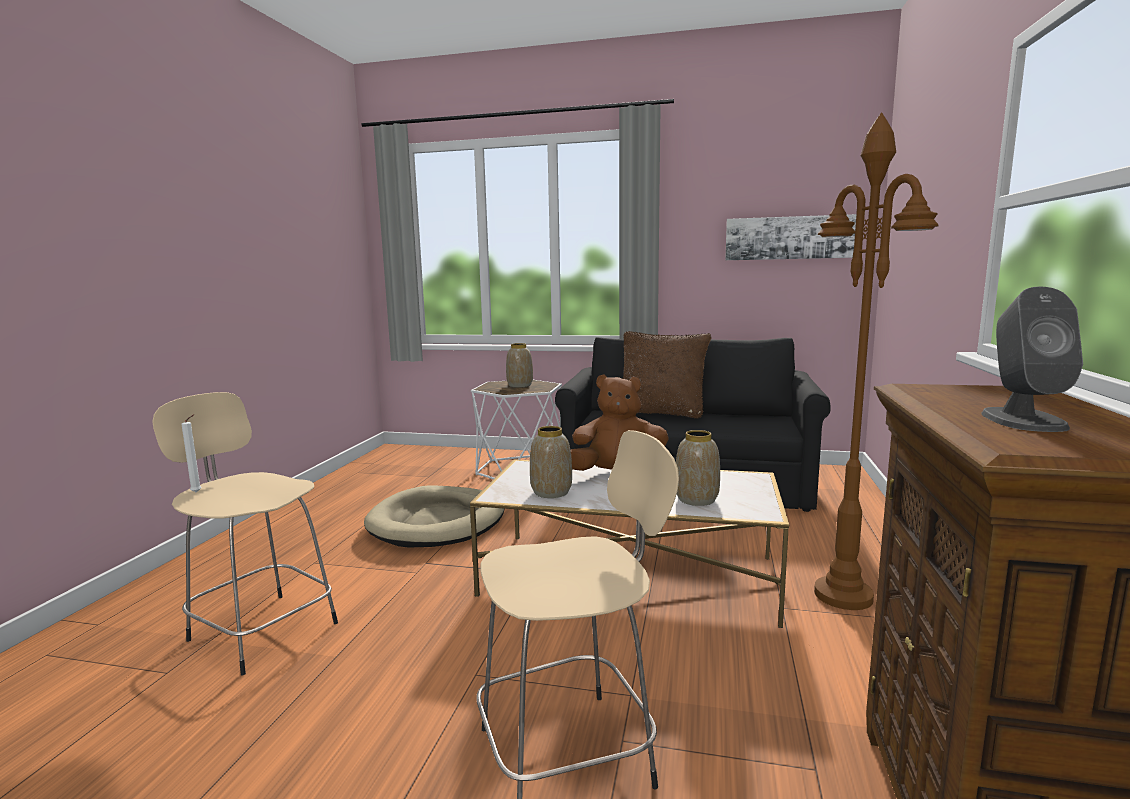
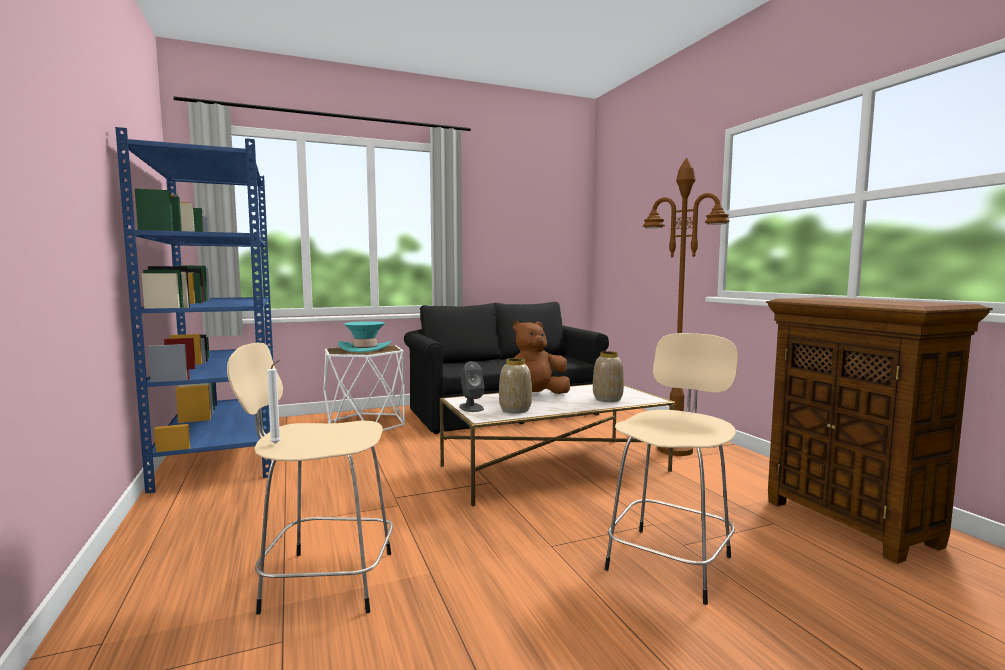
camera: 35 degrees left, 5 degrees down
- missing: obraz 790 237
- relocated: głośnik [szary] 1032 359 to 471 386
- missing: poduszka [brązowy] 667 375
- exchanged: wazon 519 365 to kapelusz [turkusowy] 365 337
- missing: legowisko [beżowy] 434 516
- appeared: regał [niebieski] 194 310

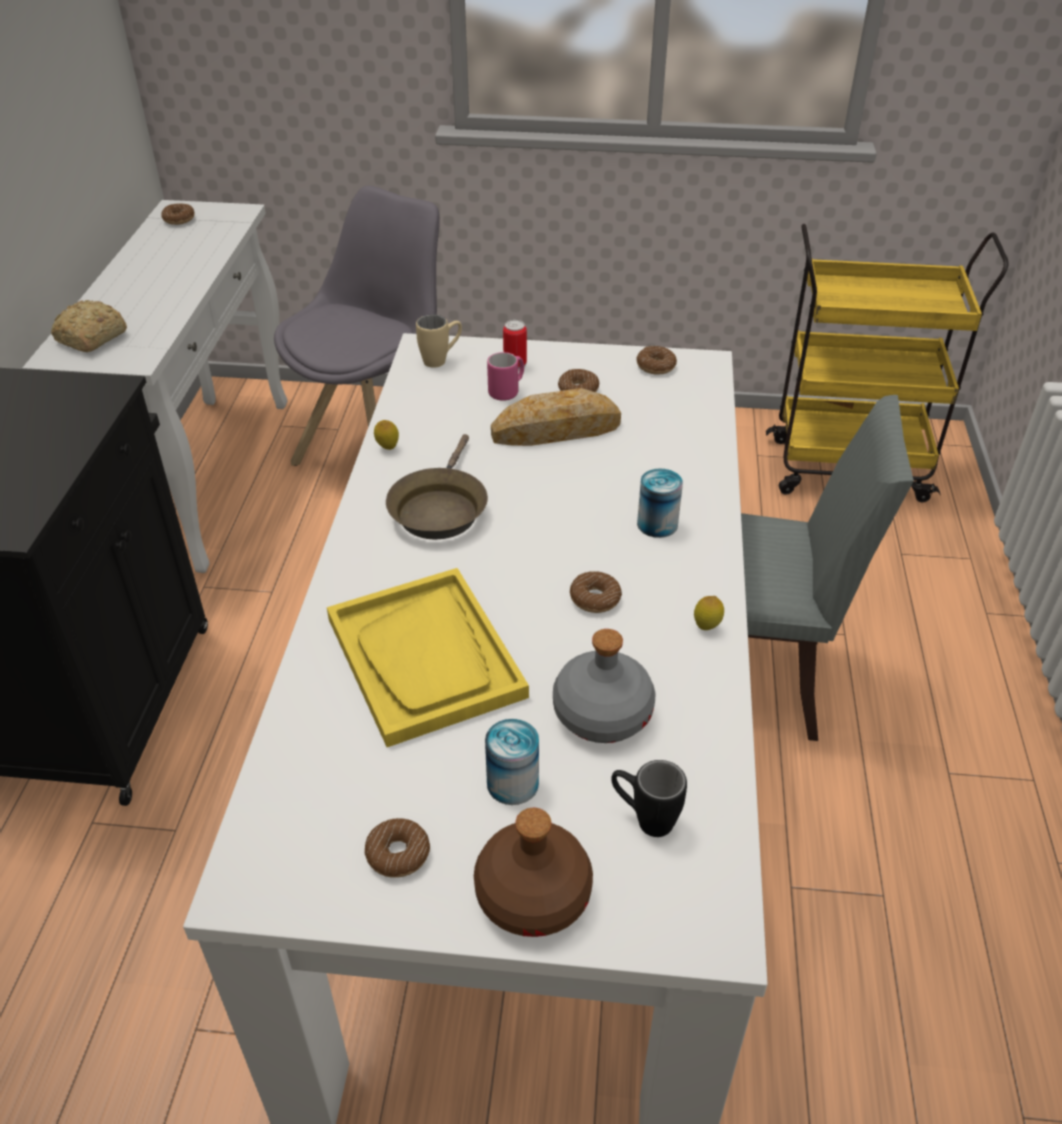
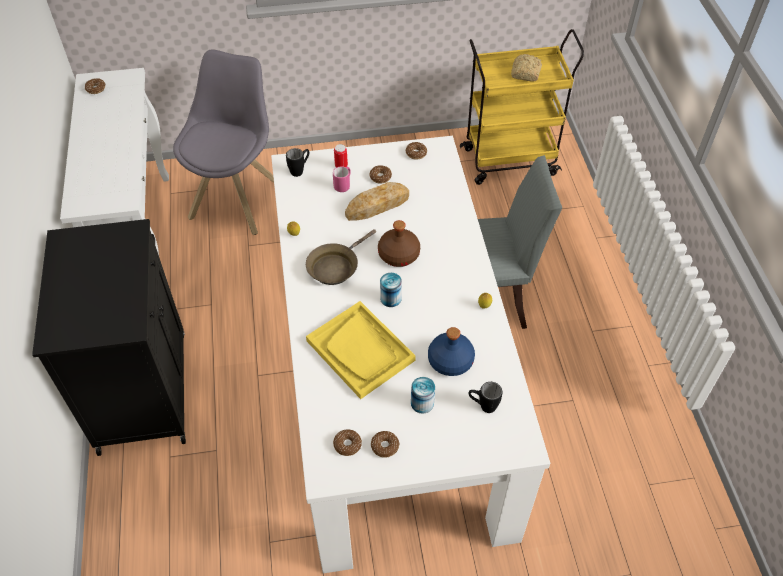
camera: 15 degrees left, 10 degrees up
- relocated: chleb 89 326 to 526 67
- colour: kubek [beżowy] 439 341 to kubek [czarny] 297 162
- spun: patelnia [brązowy] 437 487 = 341 257 45 degrees clockwise
- relocated: puszka 660 503 to 391 290
- relocated: donut 596 592 to 347 442
- colour: butelka [szary] 604 686 to butelka [niebieski] 451 351
- relocated: butelka [brązowy] 533 872 to 399 243

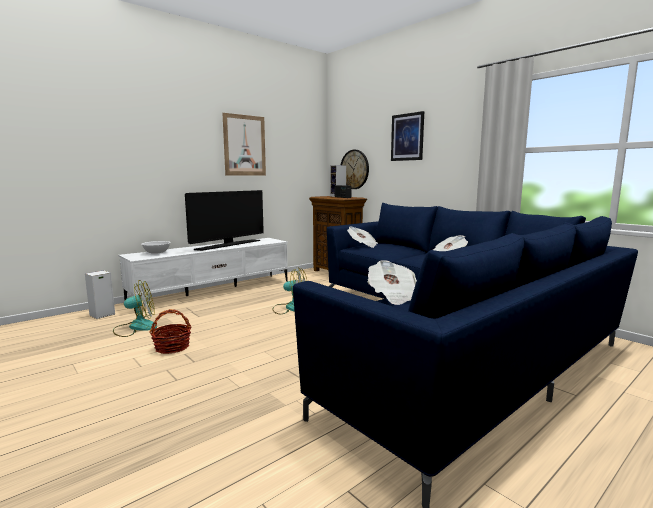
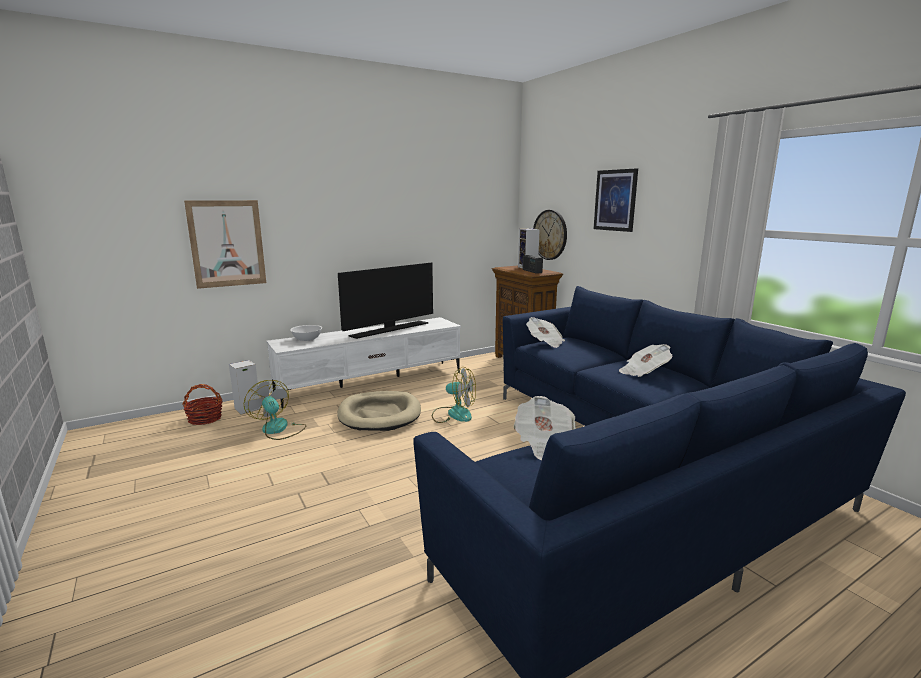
camera: 10 degrees right, 5 degrees up
- relocated: obraz 244 144 to 225 244
- spun: wentylator 135 308 = 275 410 120 degrees counterclockwise
- relocated: koszyk 170 331 to 202 404
- appeared: legowisko [beżowy] 379 411

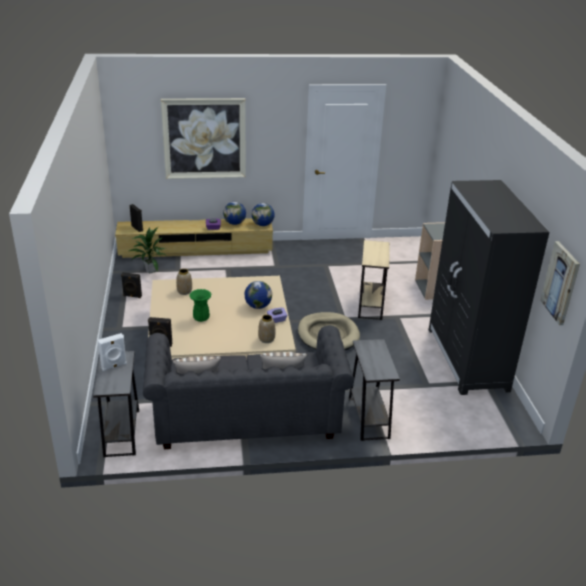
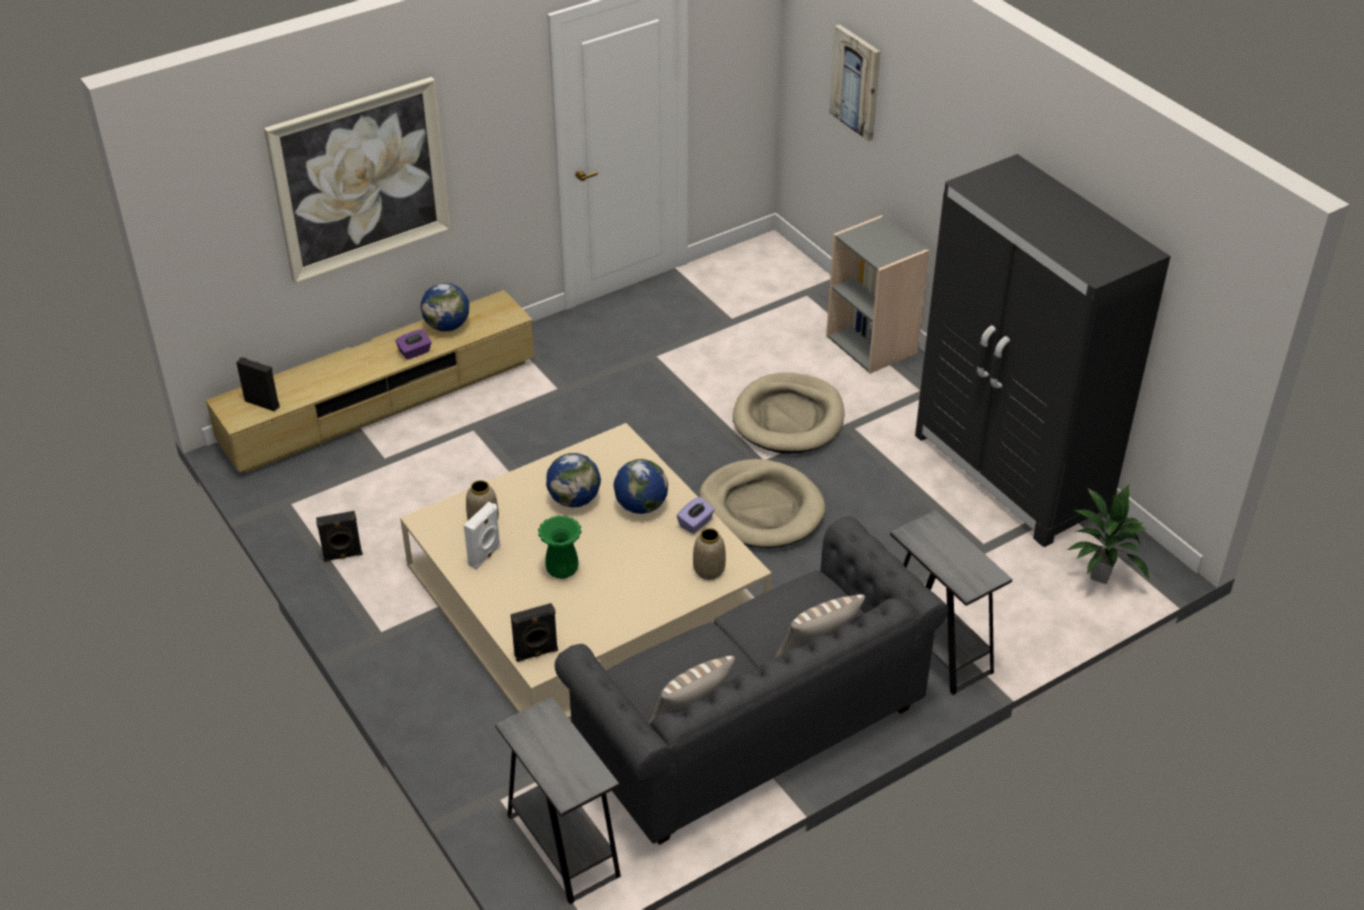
camera: 25 degrees left, 10 degrees up
- relocated: globus 263 214 to 573 480
- relocated: roślina doniczkowa 147 250 to 1108 533
- exchanged: stolik [beżowy] 374 280 to legowisko [beżowy] 789 413
- relocated: obraz 560 283 to 854 82
- relocated: głośnik [biały] 112 352 to 482 536

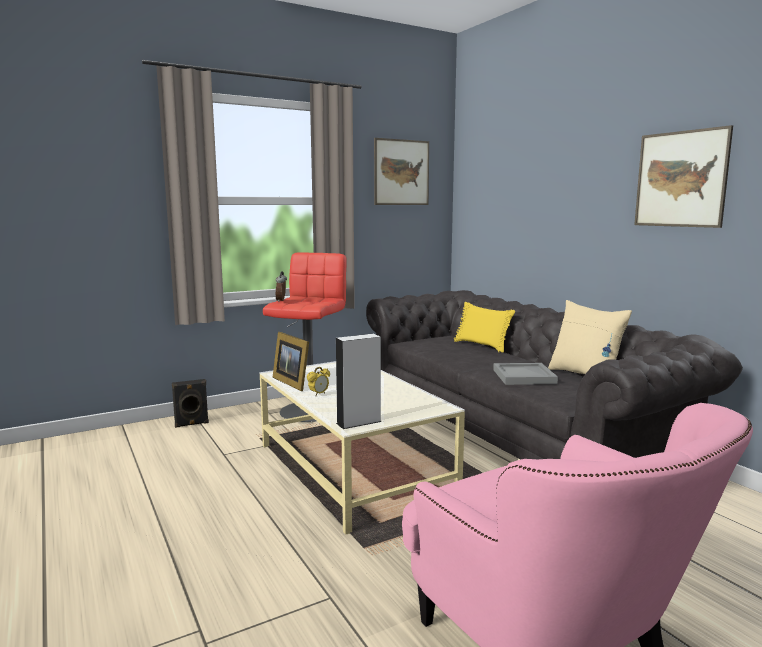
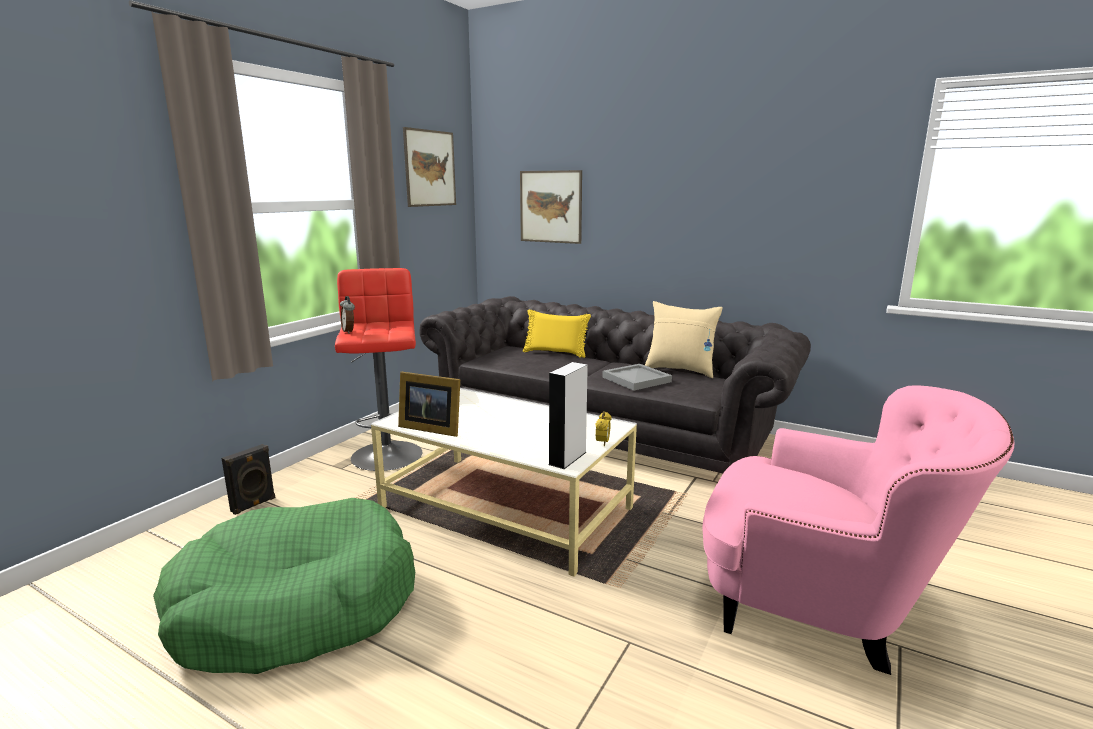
camera: 30 degrees left, 5 degrees up
- relocated: obraz 683 176 to 551 207
- relocated: budzik 318 381 to 603 428
- appeared: legowisko [zielony] 284 586

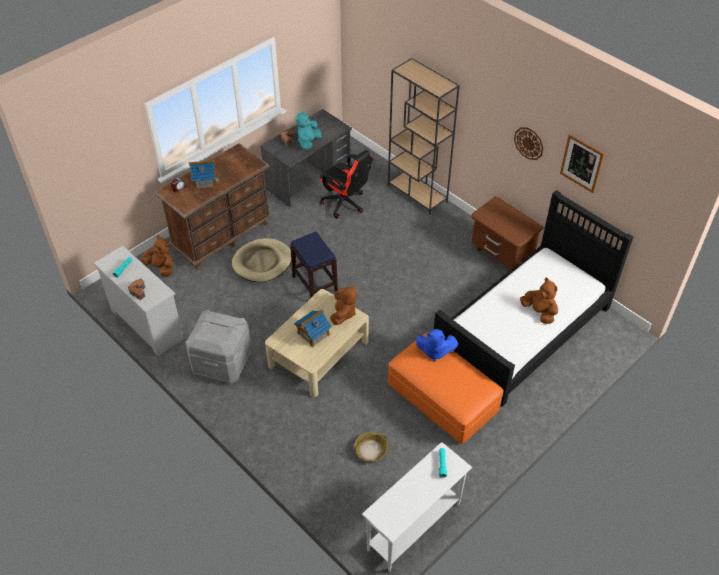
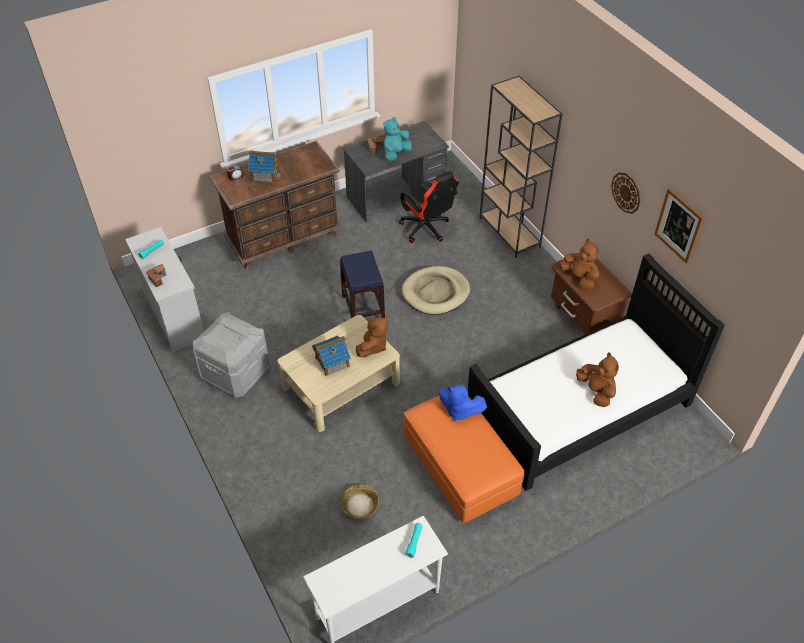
camera: 15 degrees right, 0 degrees up
- relocated: pluszak [brązowy] 157 256 to 579 264
- relocated: legowisko [beżowy] 261 260 to 436 290

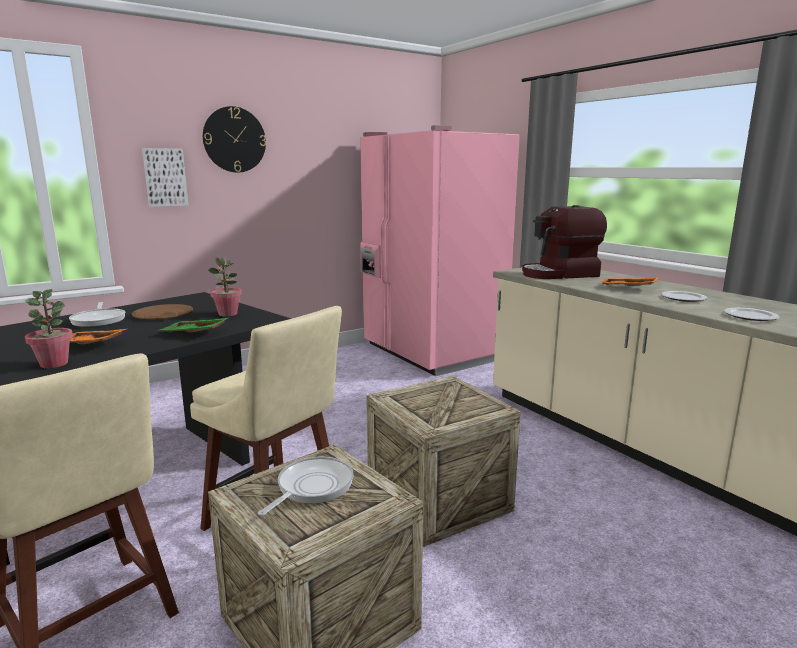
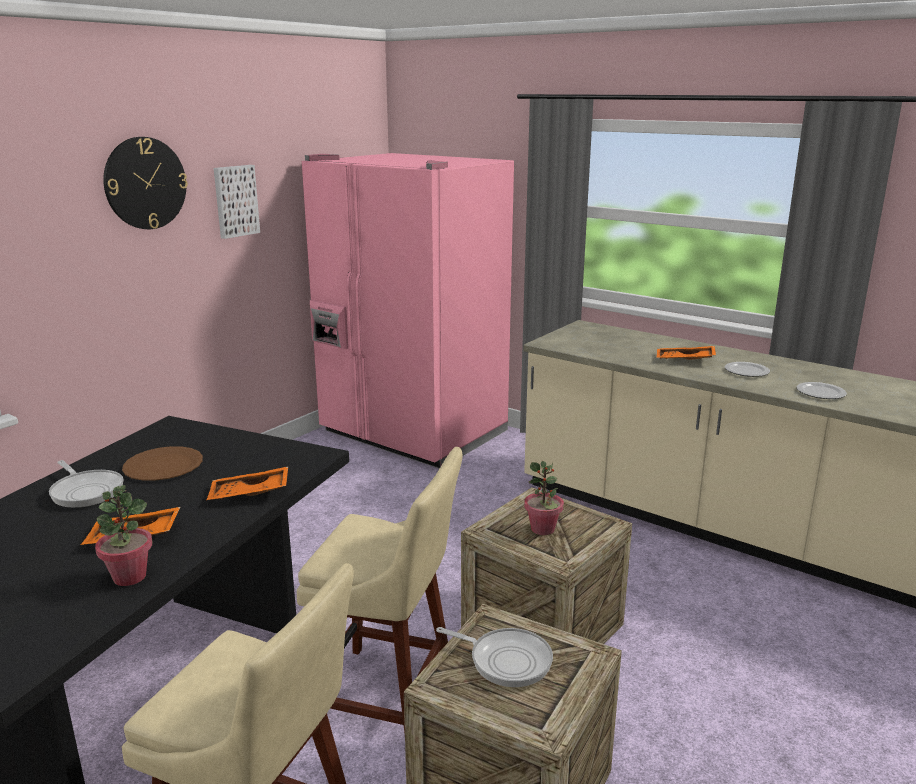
camera: 20 degrees left, 5 degrees up
- relocated: obraz 165 177 to 237 202
- missing: ekspres do kawy 564 242
- relocated: roślina doniczkowa 225 286 to 544 498
- colour: taca [zielony] 194 325 to taca [pomarańczowy] 247 483
- spun: patelnia 306 486 = 494 657 105 degrees clockwise

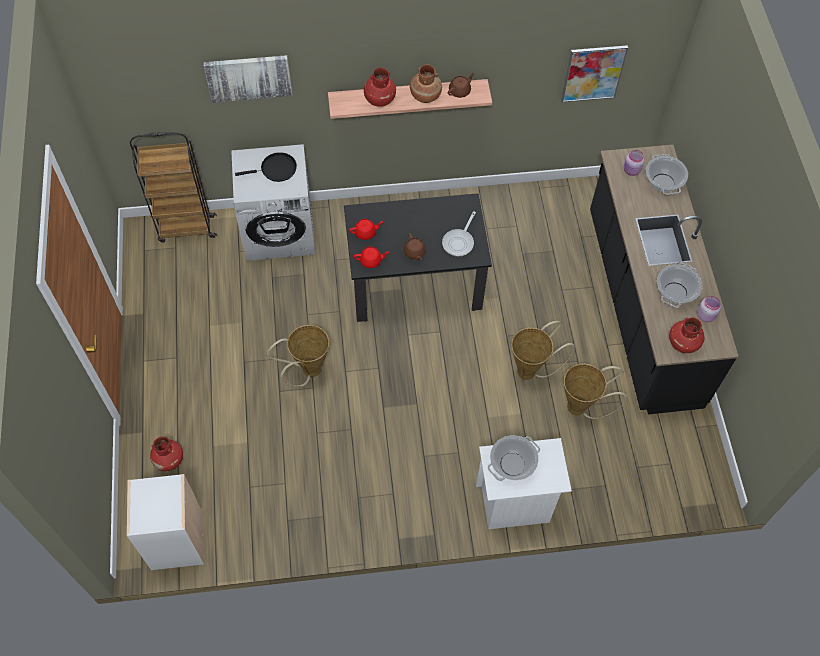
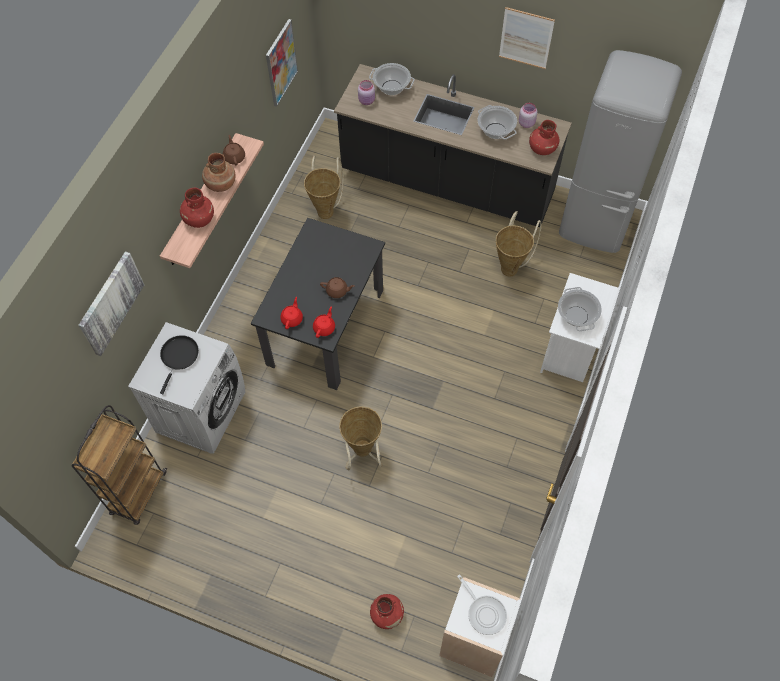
camera: 60 degrees left, 0 degrees up
- relocated: patelnia 459 233 to 482 604
- relocated: koszyk 543 350 to 323 187
- appeared: obraz 527 38
- appeared: lodówka [szary] 620 151

